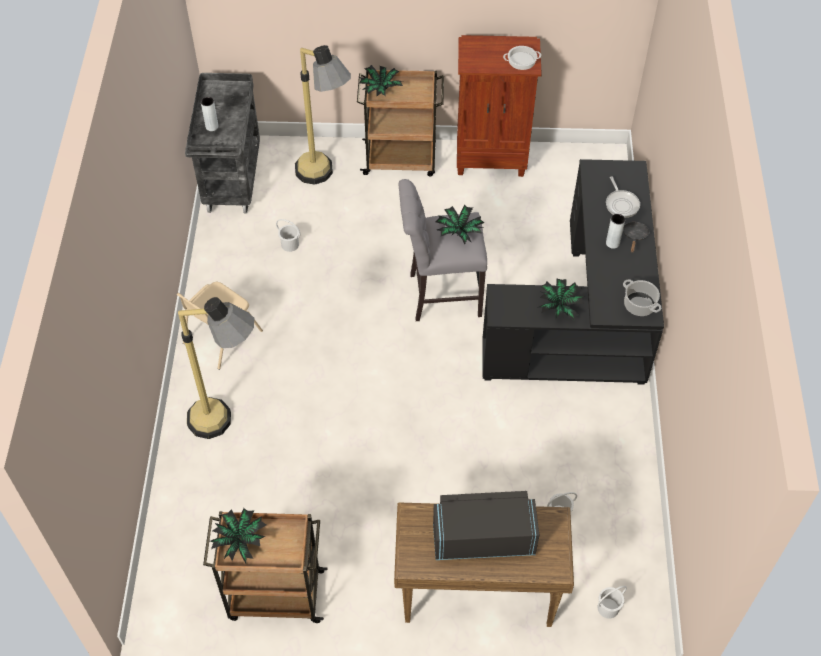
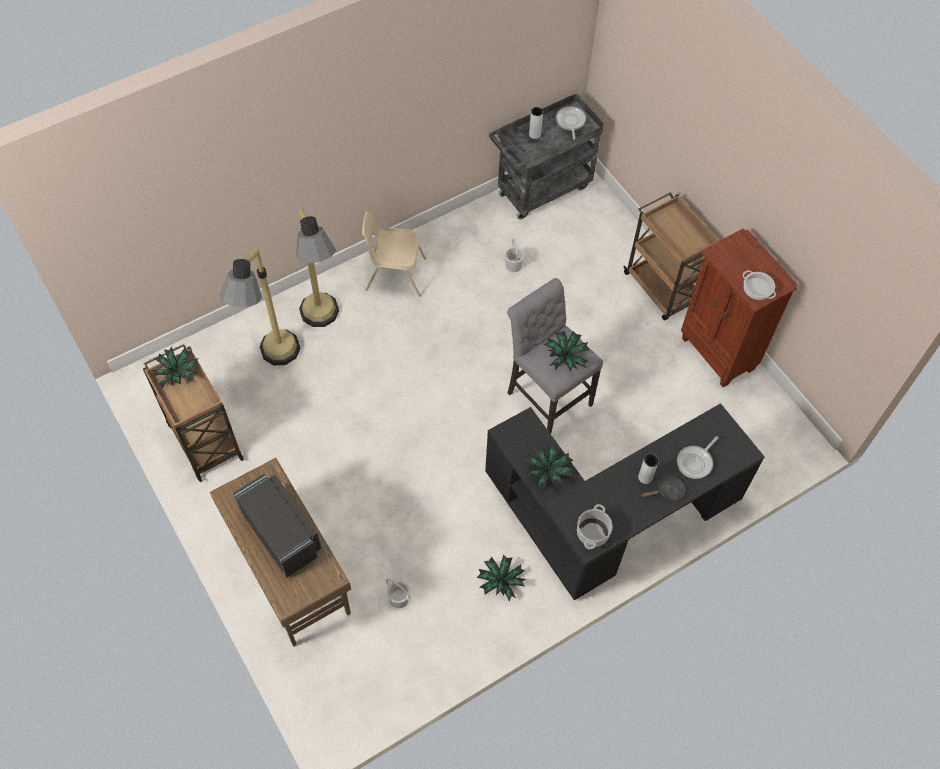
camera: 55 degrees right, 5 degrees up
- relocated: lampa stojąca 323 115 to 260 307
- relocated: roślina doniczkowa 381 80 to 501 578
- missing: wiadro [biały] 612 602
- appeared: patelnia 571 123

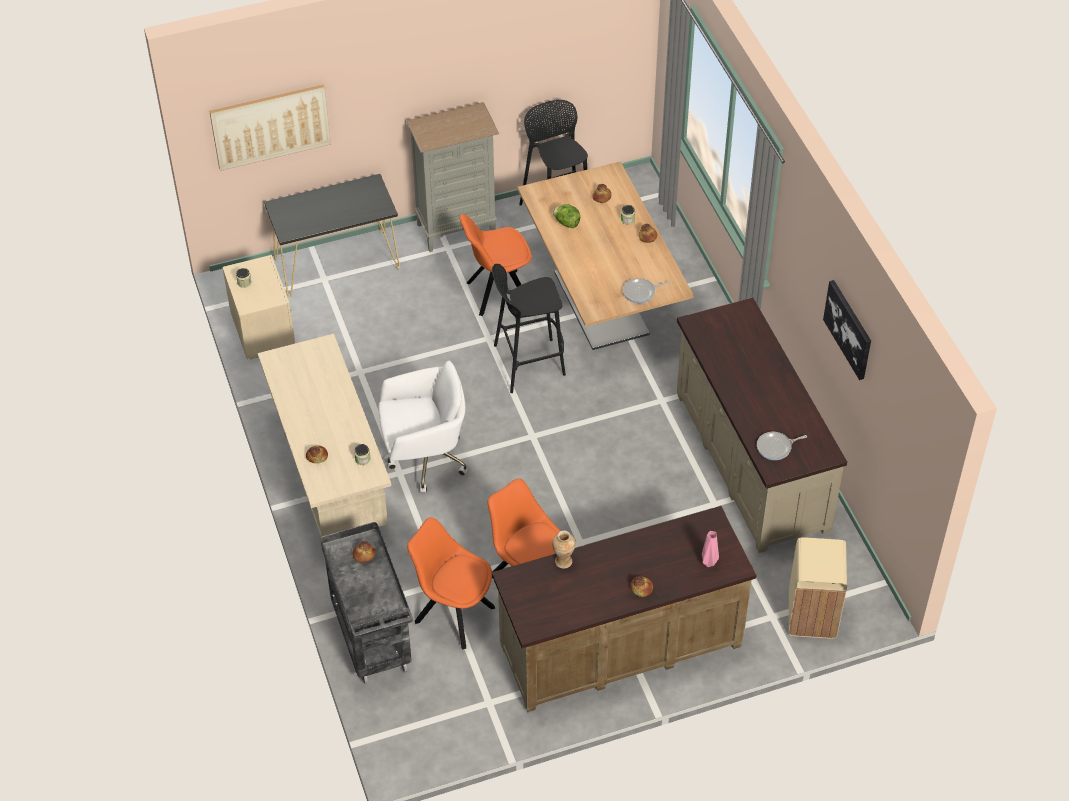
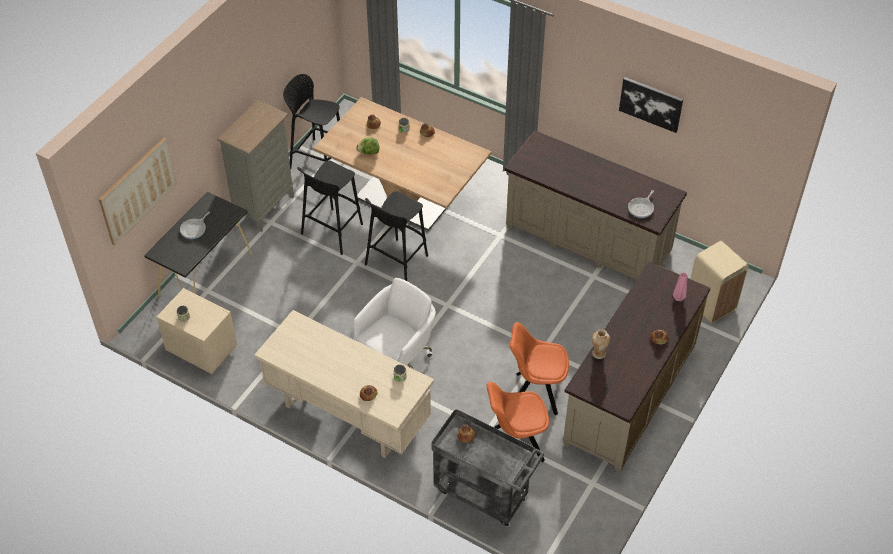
camera: 40 degrees left, 0 degrees up
- exchanged: krzesło [pomarańczowy] 496 265 to stołek [czarny] 330 207
- relocated: patelnia 646 290 to 195 225

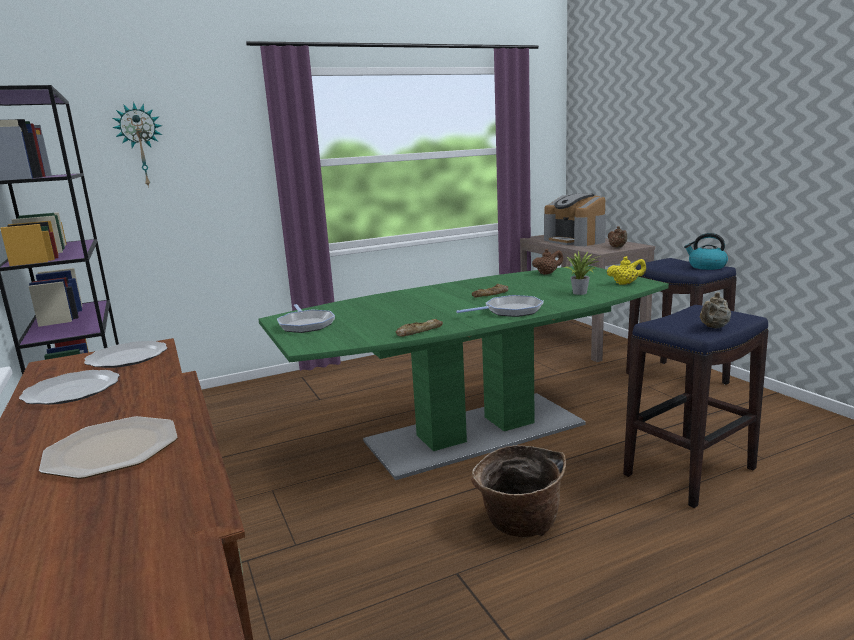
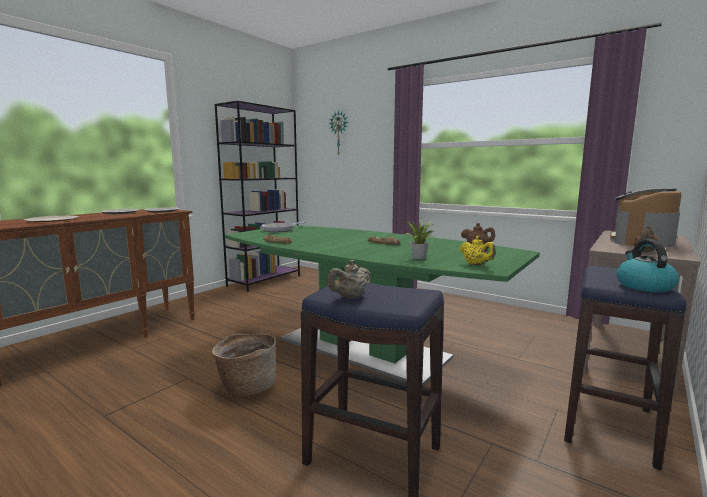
camera: 60 degrees right, 5 degrees down
- spun: imbryk [beżowy] 715 310 = 349 279 60 degrees counterclockwise
- missing: patelnia 500 306

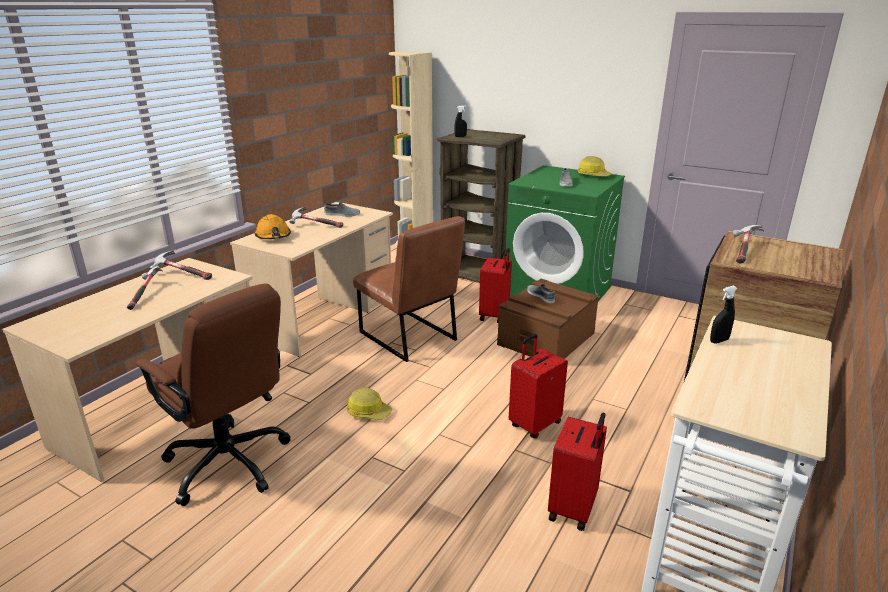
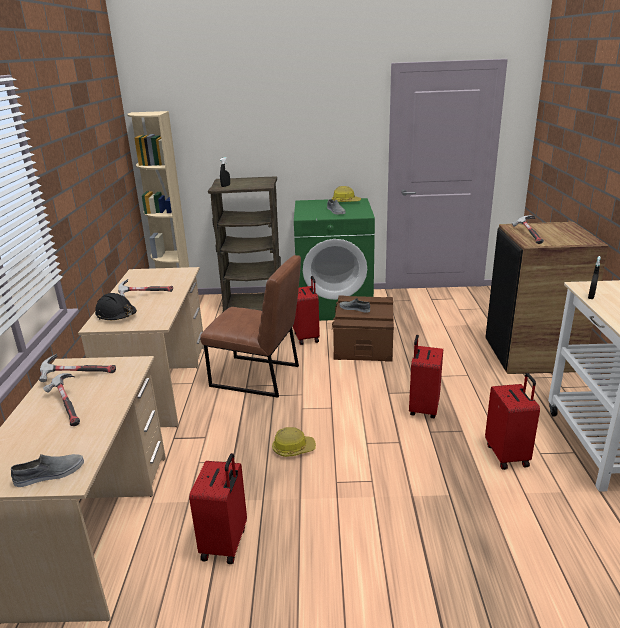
camera: 30 degrees left, 0 degrees up
- relocated: but [szary] 342 209 to 47 470
- colour: kask [pomarańczowy] 273 226 to kask [czarny] 116 306
- exchanged: krzesło biurowe [brązowy] 213 395 to walizka [czerwony] 218 508

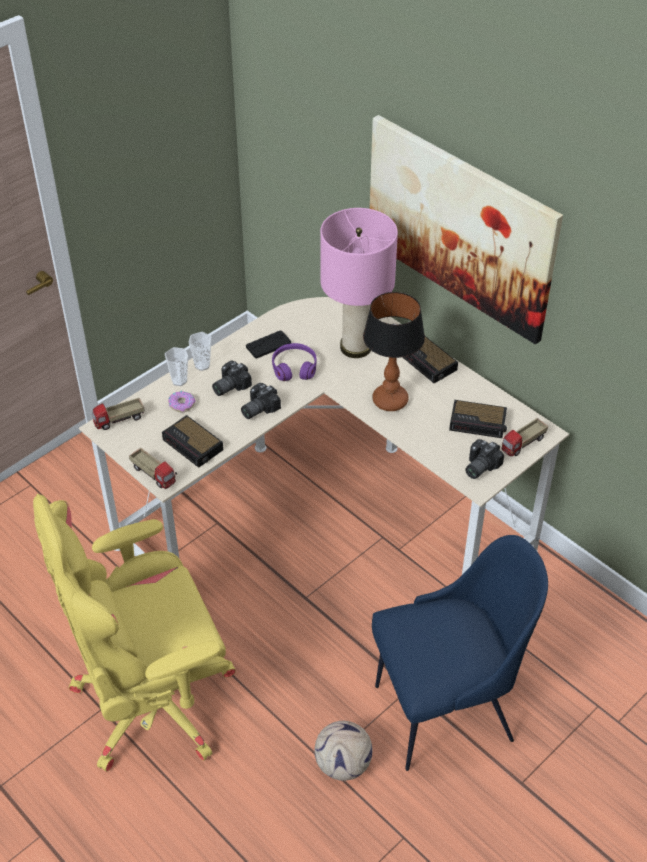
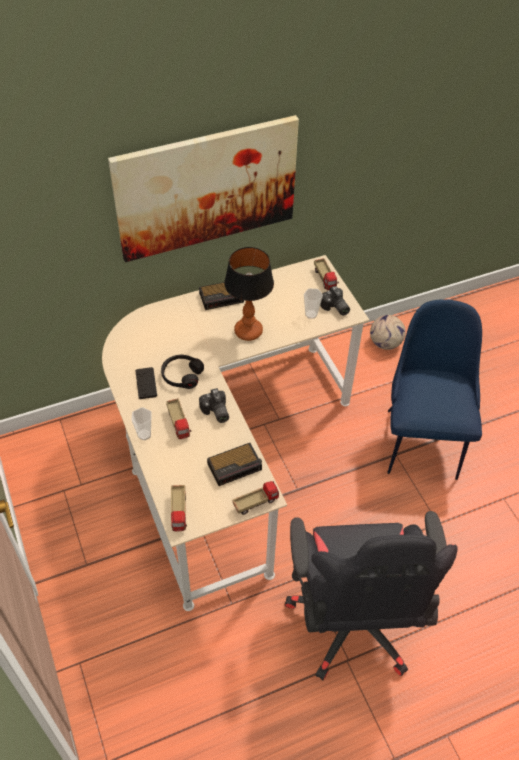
camera: 70 degrees left, 5 degrees up
- missing: lampa stołowa [różowy] 359 283
- colour: słuchawki [fioletowy] 294 362 to słuchawki [czarny] 182 372
- relocated: filiżanka 176 366 to 313 304
- exchanged: aparat fotograficzny 232 378 to ciężarówka zabawkowa 178 418
- missing: donut 182 402
- missing: budzik 478 419
- colour: krzesło biurowe [żółty] 134 633 to krzesło biurowe [czarny] 371 595
- relocated: piłka futbolowa 343 751 to 388 332

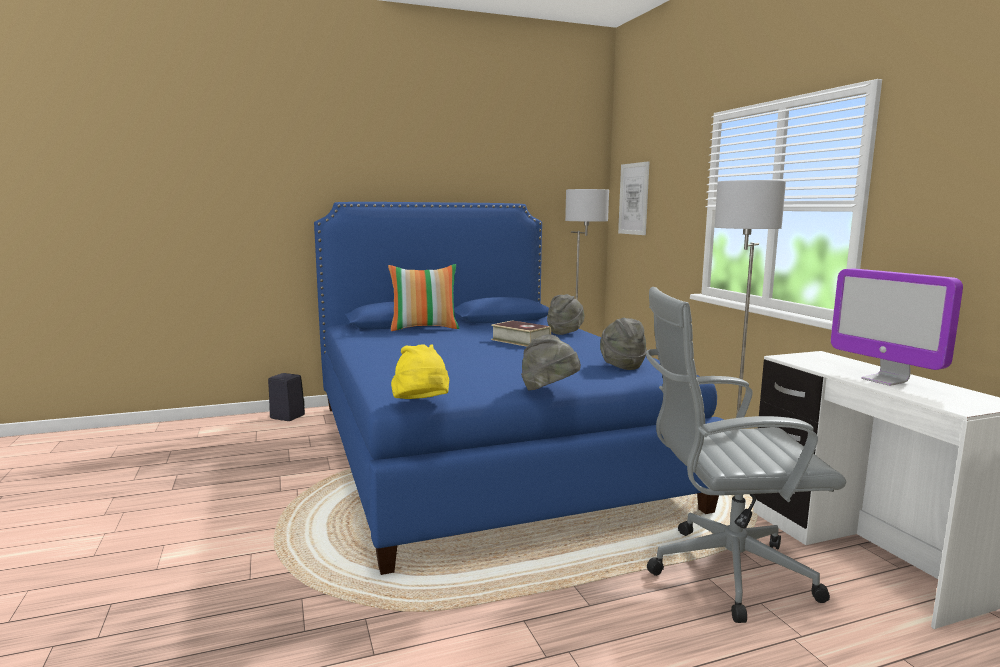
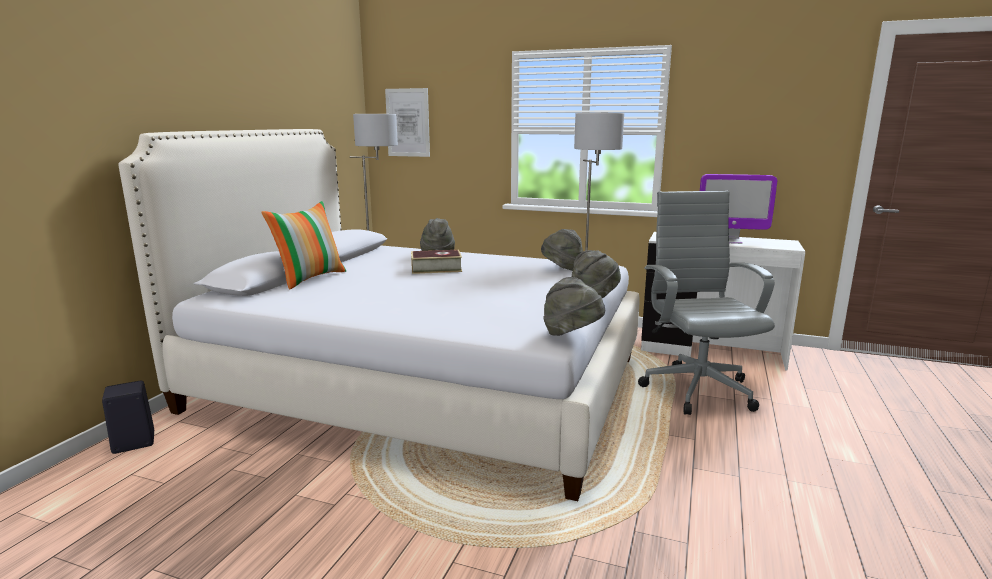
camera: 50 degrees left, 5 degrees up
- colour: łóżko [niebieski] 519 388 to łóżko [biały] 378 315
- spun: krzesło biurowe [szary] 746 455 = 706 303 135 degrees clockwise
- colour: kapelusz [żółty] 420 371 to kapelusz [szary] 574 306

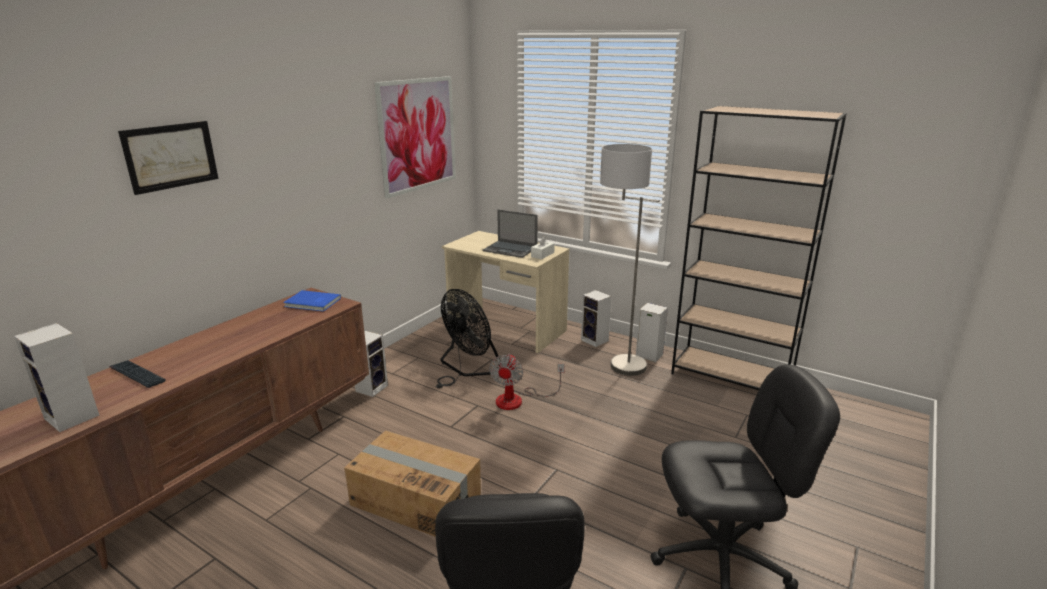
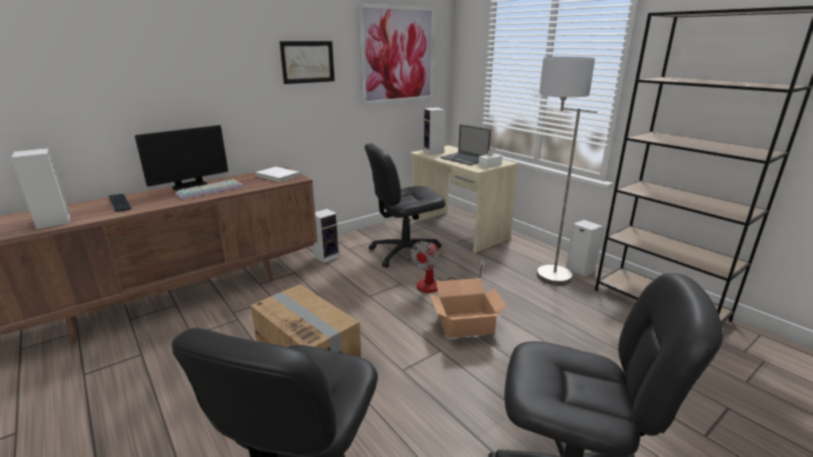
camera: 20 degrees right, 0 degrees up
- relocated: obraz 168 158 to 307 62
- exchanged: wentylator [czarny] 468 338 to krzesło biurowe [czarny] 405 205
- colour: książka [niebieski] 312 301 to książka [biały] 277 174
- relocated: głośnik 596 318 to 433 131
- appeared: monitor 181 158
- appeared: klawiatura 209 189
- appeared: karton 468 308

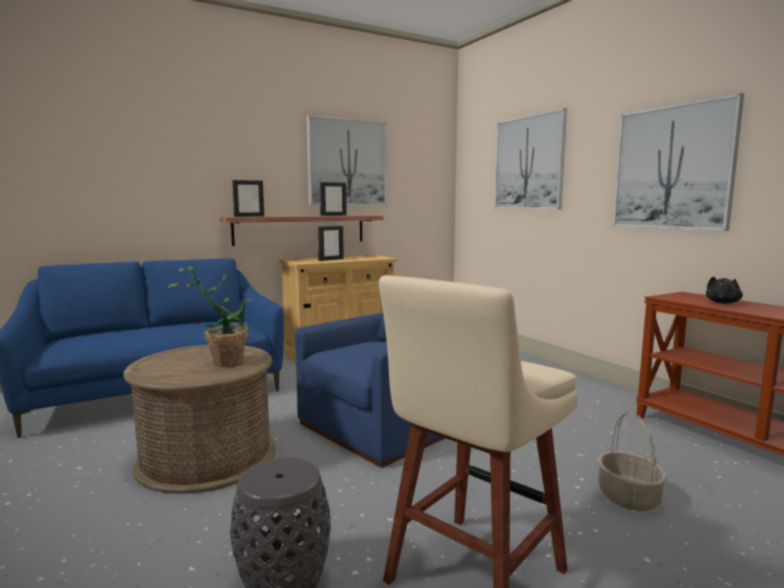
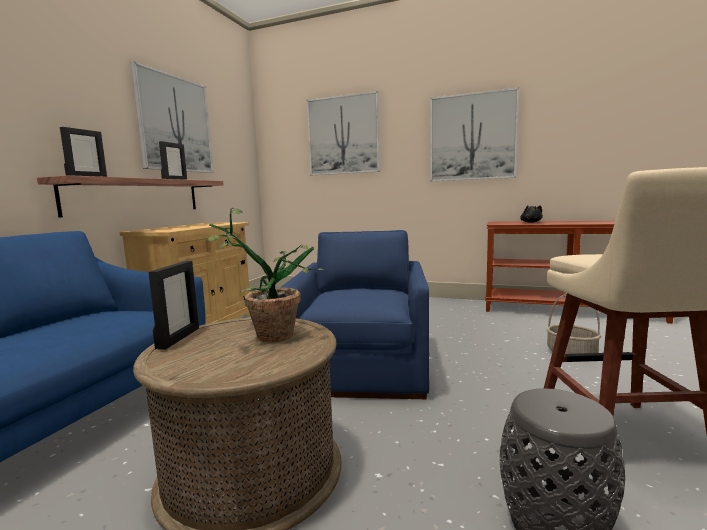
camera: 40 degrees left, 0 degrees up
- relocated: ramka na zdjęcie 331 243 to 173 305

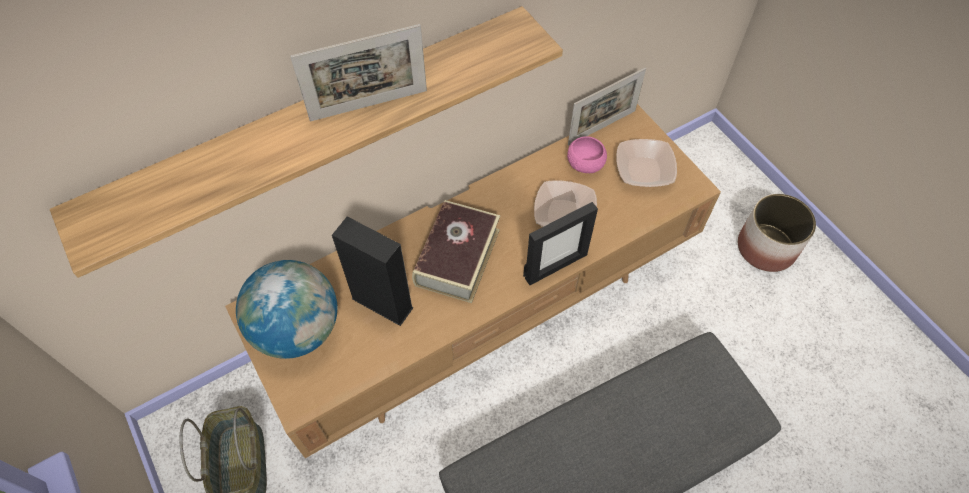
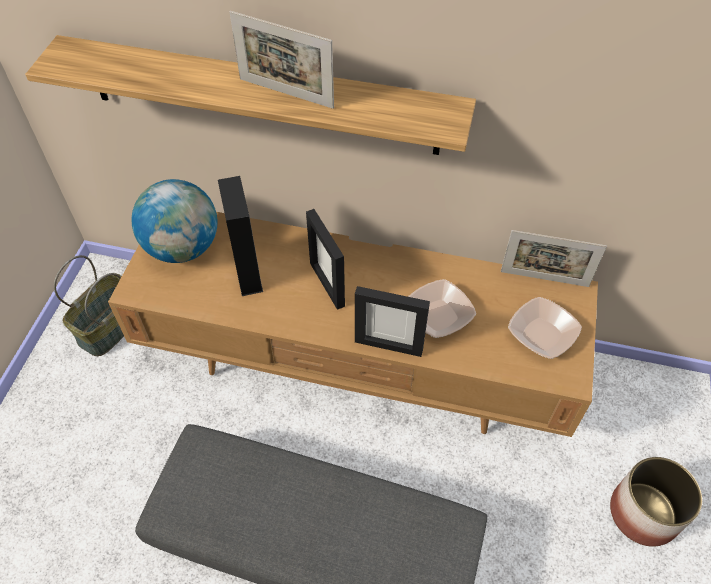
camera: 45 degrees right, 5 degrees down
- missing: miska [różowy] 587 154
- exchanged: książka 456 251 to ramka na zdjęcie 325 259

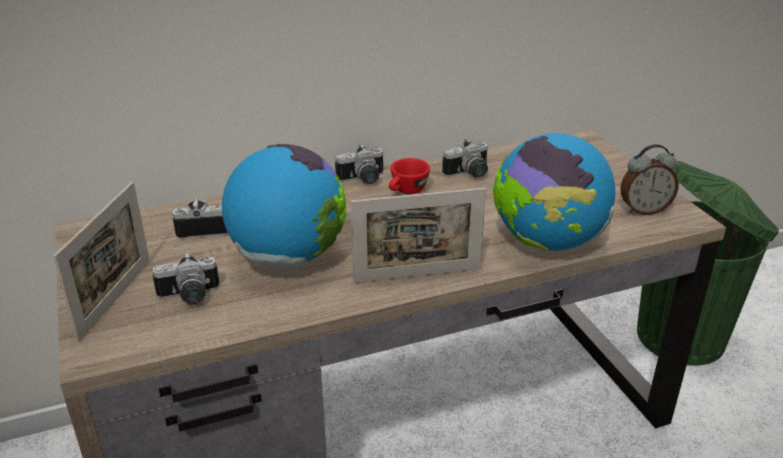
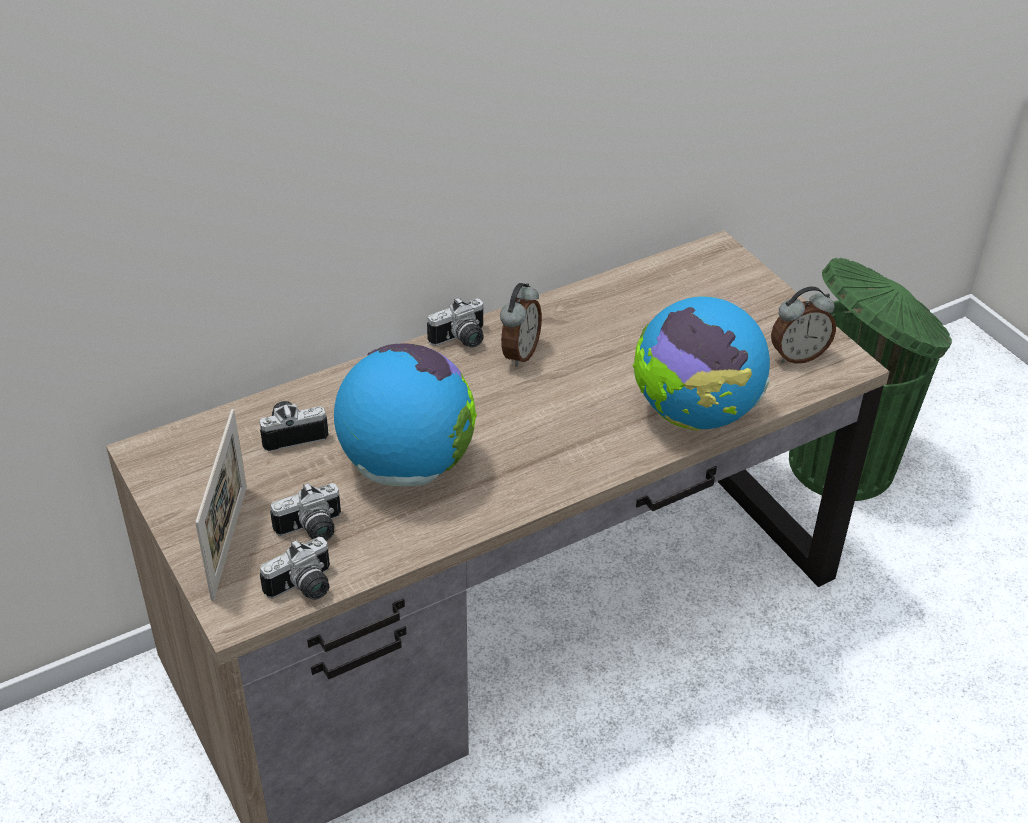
camera: 10 degrees left, 10 degrees up
- relocated: aparat fotograficzny 465 158 to 295 568
- exchanged: filiżanka [czerwony] 409 176 to budzik 521 325
- missing: ramka na zdjęcie 418 235

